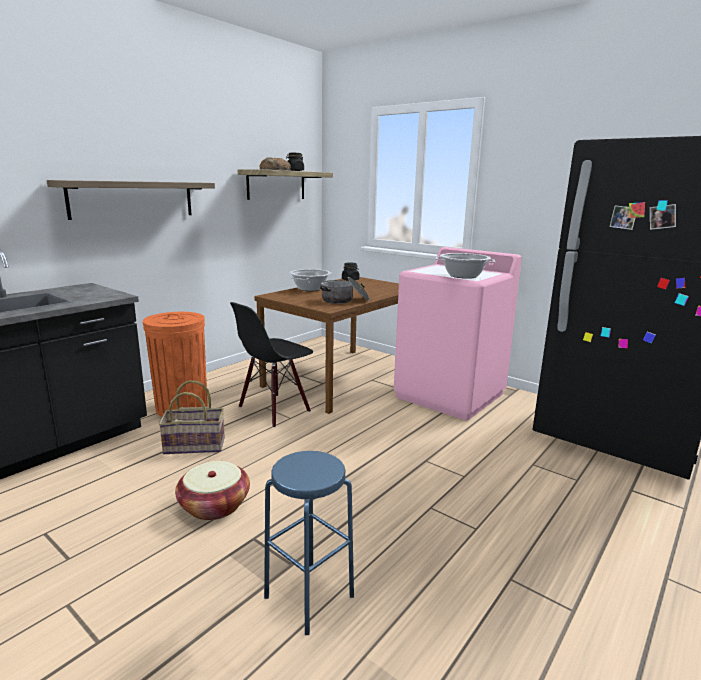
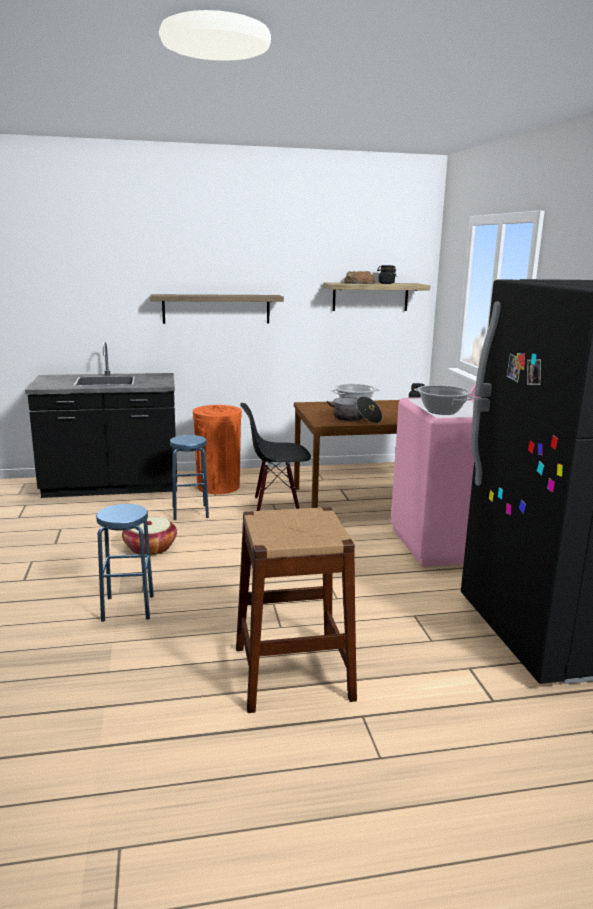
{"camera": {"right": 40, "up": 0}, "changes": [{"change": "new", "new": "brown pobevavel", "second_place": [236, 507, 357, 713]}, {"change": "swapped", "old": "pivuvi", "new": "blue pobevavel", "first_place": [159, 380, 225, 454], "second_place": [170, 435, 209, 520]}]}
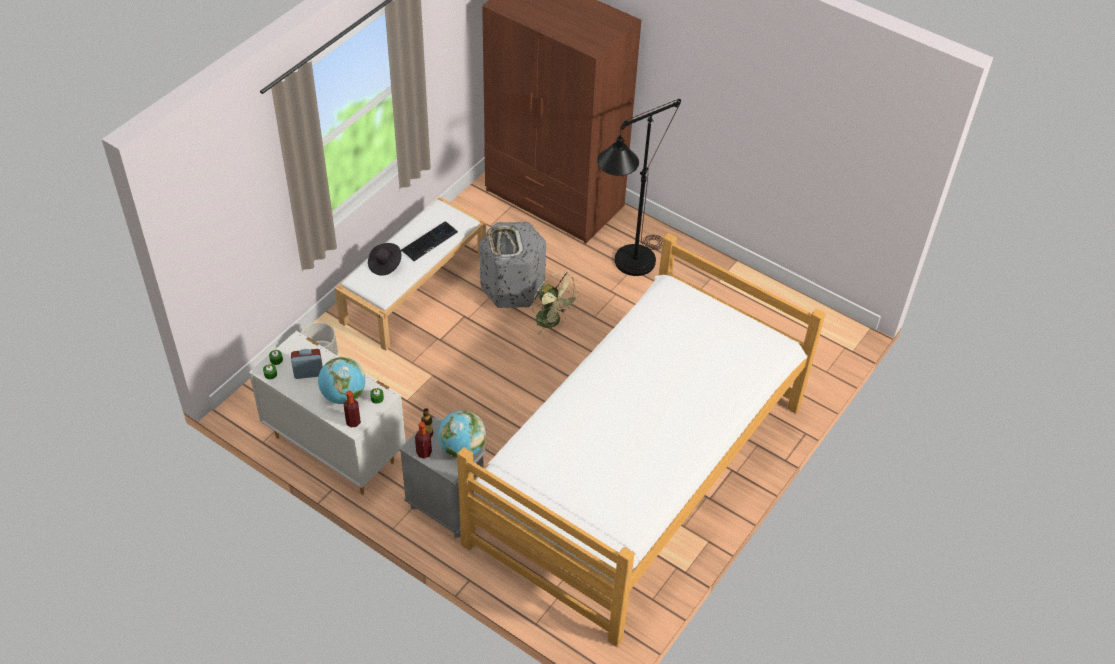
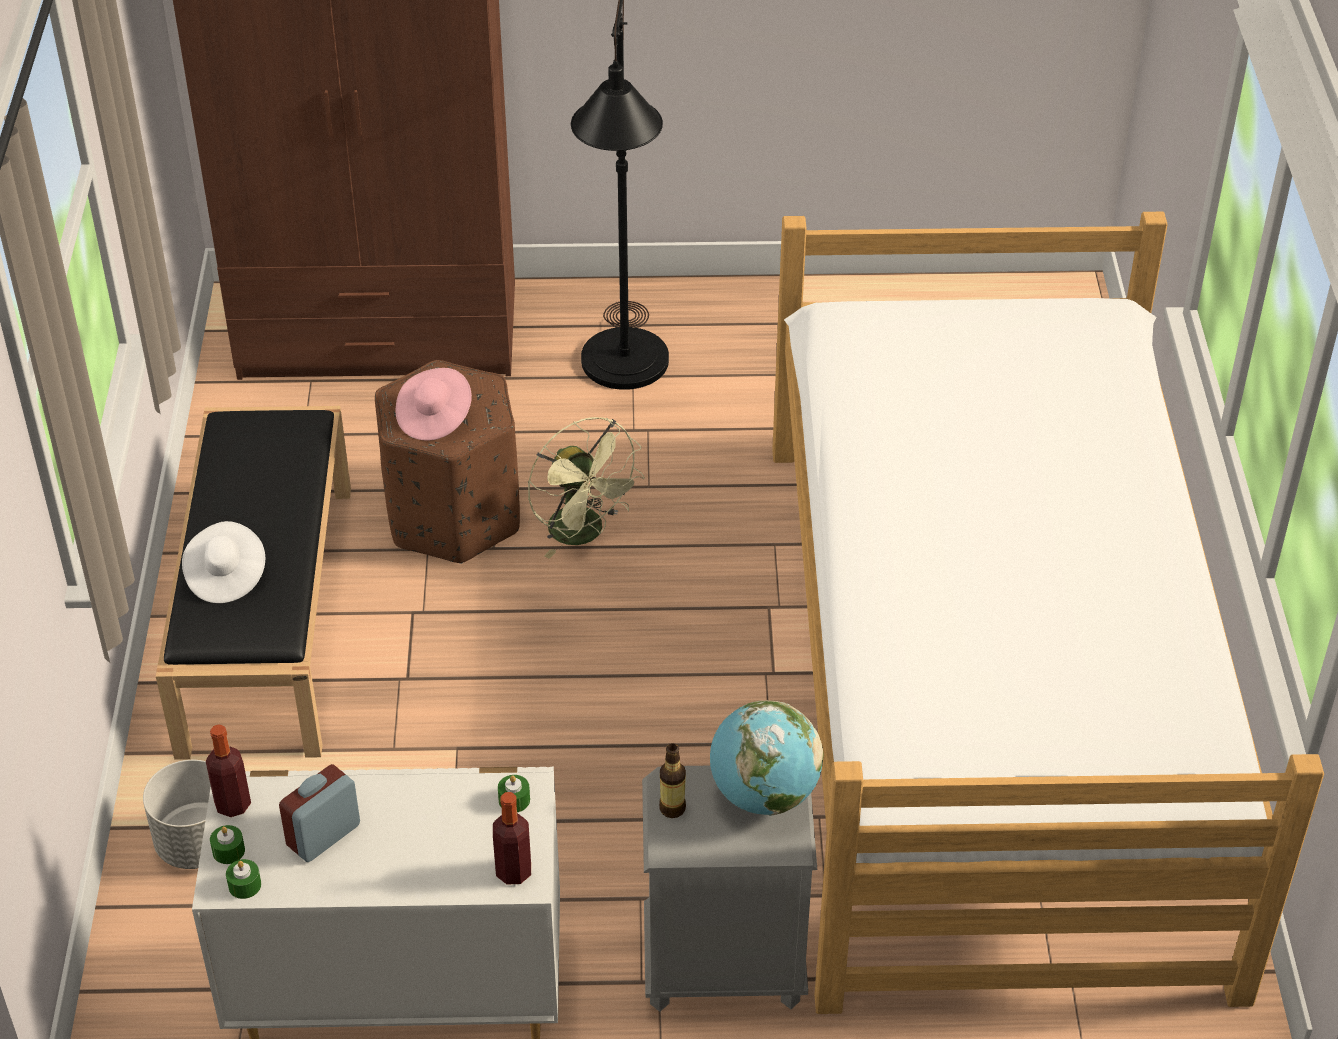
{"camera": {"right": -35, "up": -5}, "changes": [{"change": "gone", "old": "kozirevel", "first_place": [318, 357, 365, 404]}, {"change": "gone", "old": "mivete", "first_place": [401, 221, 458, 261]}, {"change": "shifted", "old": "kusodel", "first_place": [415, 422, 432, 459], "second_place": [206, 724, 251, 817]}, {"change": "swapped", "old": "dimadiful", "new": "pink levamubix", "first_place": [486, 225, 524, 260], "second_place": [396, 368, 472, 441]}, {"change": "repainted", "old": "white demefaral", "new": "black demefaral", "first_place": [335, 197, 486, 351], "second_place": [156, 406, 351, 760]}, {"change": "repainted", "old": "black levamubix", "new": "white levamubix", "first_place": [368, 243, 401, 276], "second_place": [182, 521, 265, 603]}, {"change": "repainted", "old": "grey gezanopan", "new": "brown gezanopan", "first_place": [480, 222, 546, 308], "second_place": [375, 360, 520, 564]}, {"change": "rotated", "old": "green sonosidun", "first_place": [533, 272, 581, 335], "second_place": [528, 417, 645, 559], "degrees": 45}]}
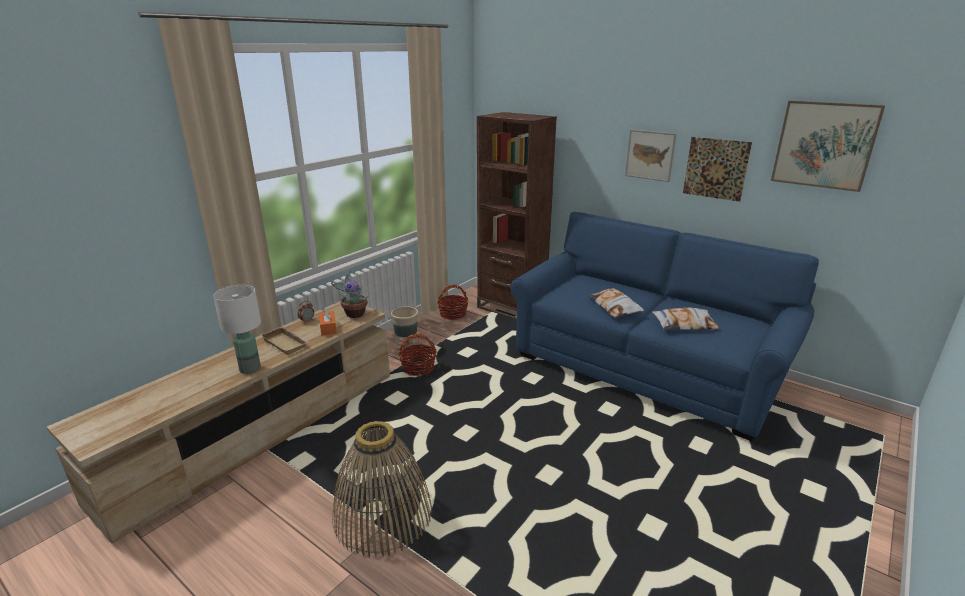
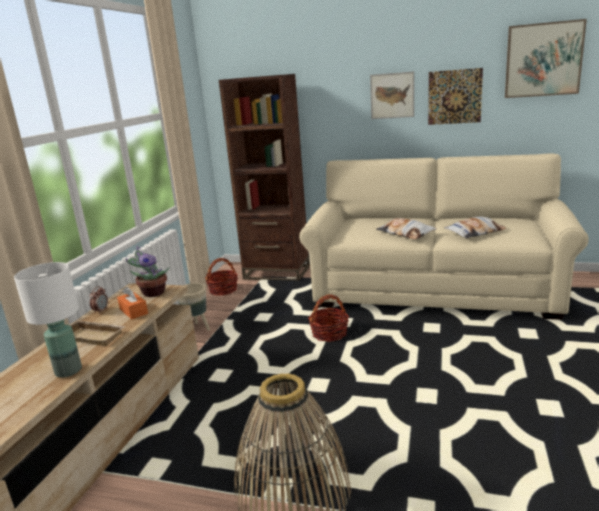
{"camera": {"right": -20, "up": -5}, "changes": [{"change": "shifted", "old": "pivuvi", "first_place": [398, 334, 437, 376], "second_place": [308, 294, 349, 342]}, {"change": "repainted", "old": "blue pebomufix", "new": "beige pebomufix", "first_place": [510, 212, 819, 441], "second_place": [299, 153, 589, 320]}]}
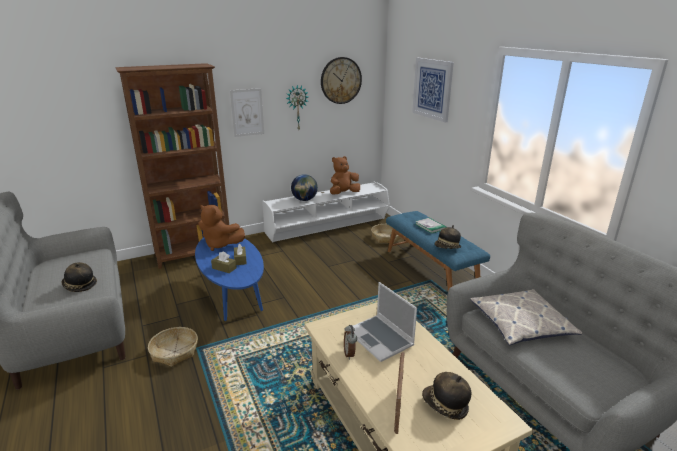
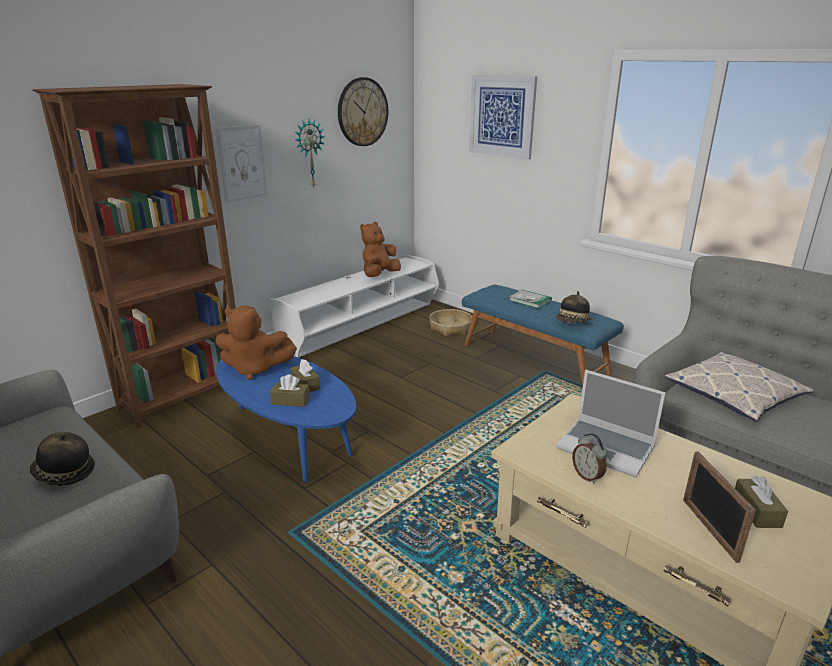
{"camera": {"right": -20, "up": 0}, "changes": [{"change": "gone", "old": "pivuvi", "first_place": [148, 327, 198, 367]}, {"change": "gone", "old": "kozirevel", "first_place": [291, 174, 318, 201]}, {"change": "swapped", "old": "levamubix", "new": "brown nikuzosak", "first_place": [422, 372, 471, 420], "second_place": [735, 476, 788, 528]}]}
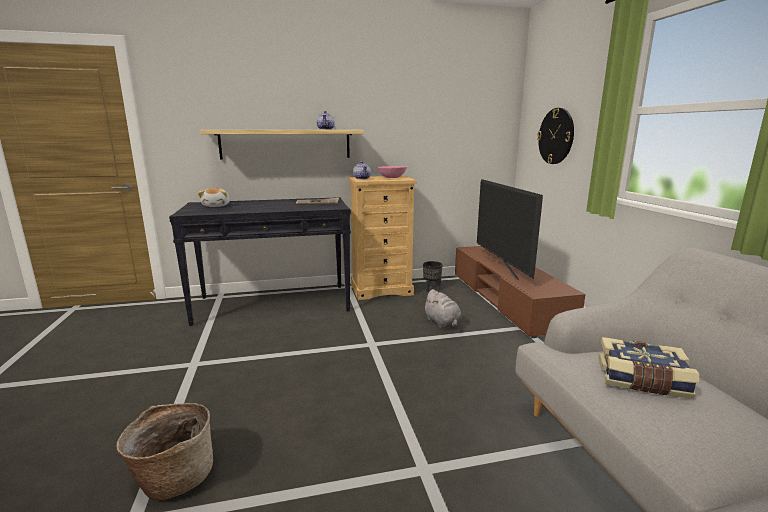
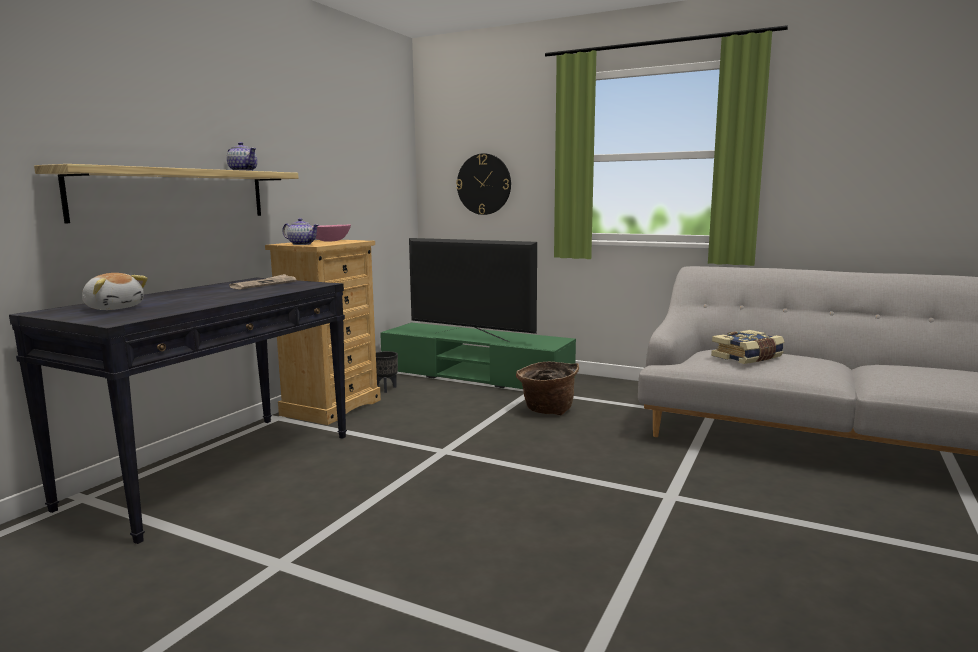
{"camera": {"right": -50, "up": -5}, "changes": [{"change": "gone", "old": "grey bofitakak", "first_place": [423, 289, 462, 328]}, {"change": "shifted", "old": "pivuvi", "first_place": [116, 403, 213, 501], "second_place": [516, 361, 579, 416]}, {"change": "repainted", "old": "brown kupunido", "new": "green kupunido", "first_place": [455, 246, 586, 338], "second_place": [380, 323, 576, 389]}]}
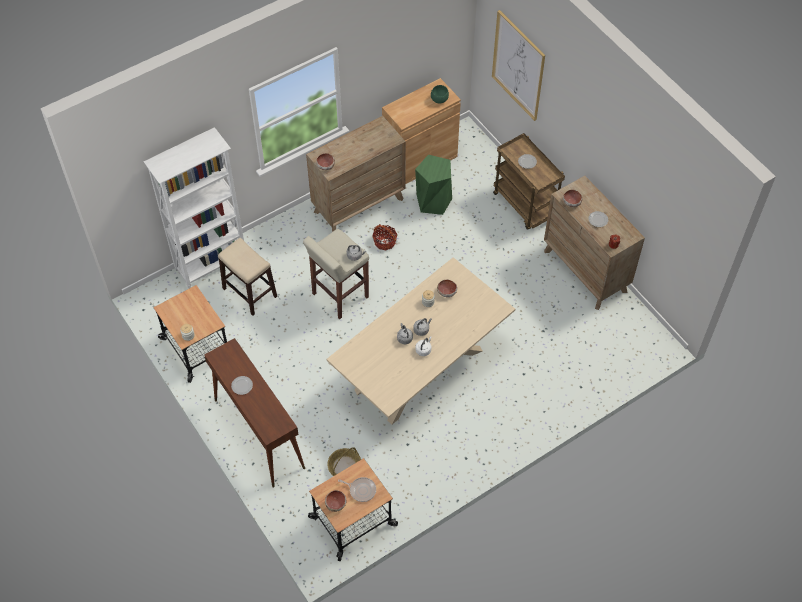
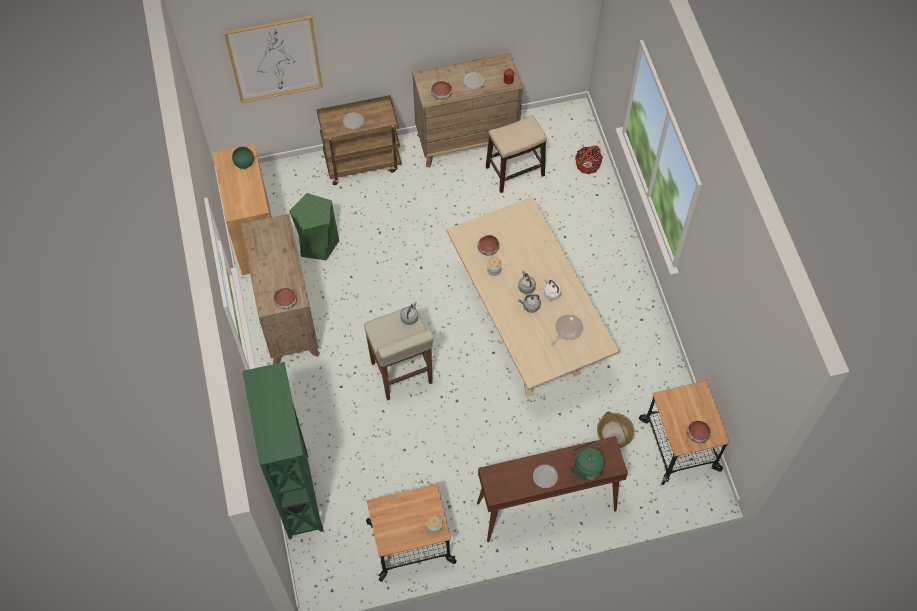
{"camera": {"right": -70, "up": 5}, "changes": [{"change": "new", "new": "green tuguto", "second_place": [571, 441, 605, 480]}, {"change": "shifted", "old": "pobevavel", "first_place": [218, 238, 277, 316], "second_place": [486, 115, 547, 193]}, {"change": "shifted", "old": "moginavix", "first_place": [338, 477, 376, 502], "second_place": [551, 315, 583, 346]}, {"change": "shifted", "old": "pivuvi", "first_place": [372, 224, 398, 250], "second_place": [575, 145, 603, 174]}, {"change": "repainted", "old": "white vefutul", "new": "green vefutul", "first_place": [144, 127, 244, 289], "second_place": [242, 362, 323, 539]}]}
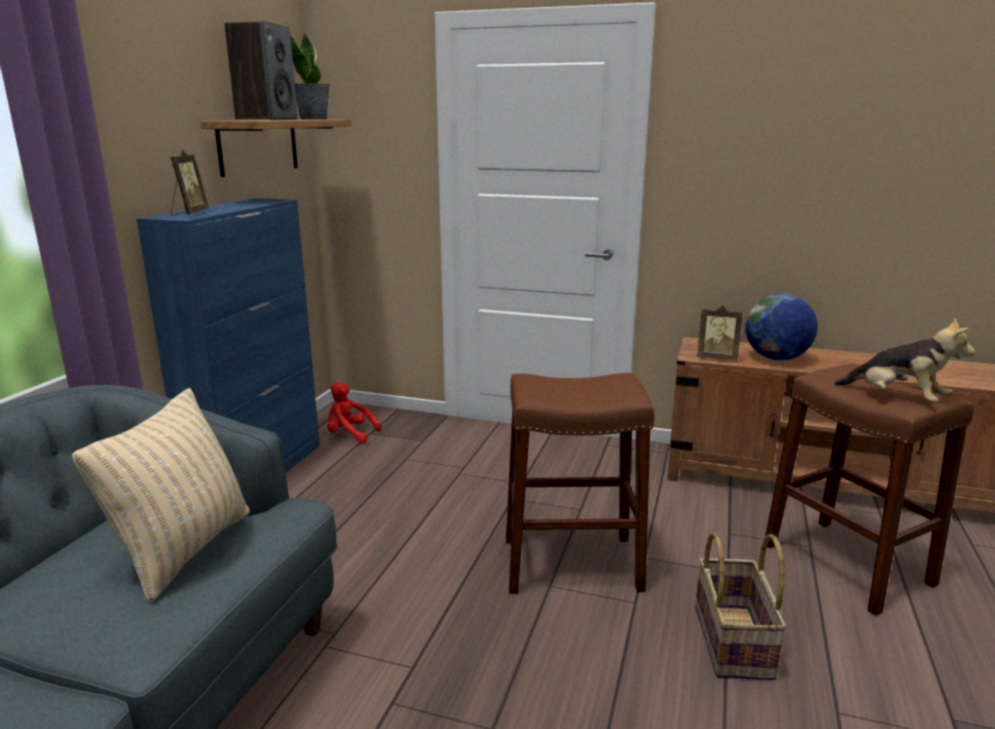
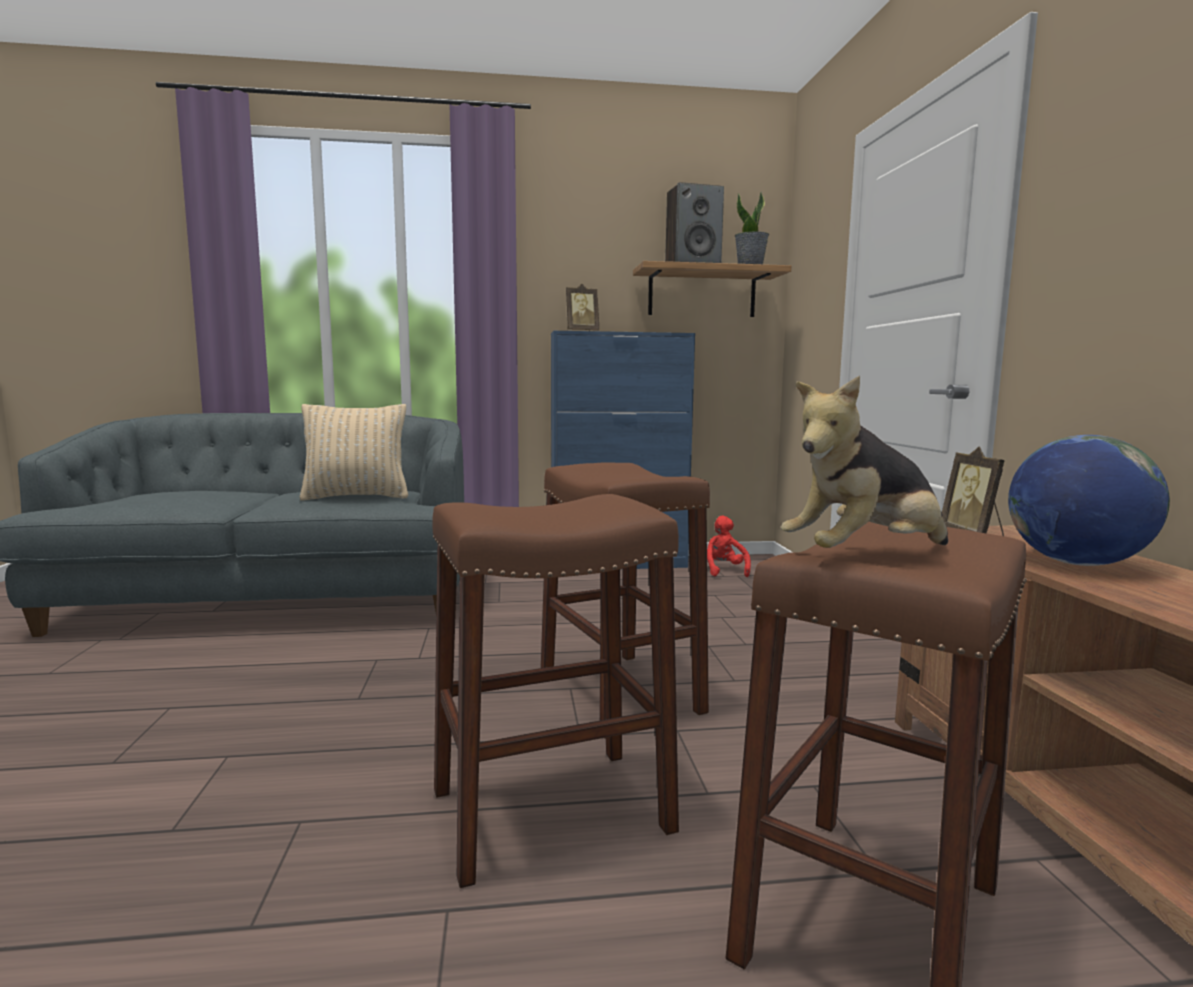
{"camera": {"right": 65, "up": -10}, "changes": [{"change": "swapped", "old": "pivuvi", "new": "brown pobevavel", "first_place": [695, 532, 787, 680], "second_place": [432, 494, 679, 888]}, {"change": "rotated", "old": "bofitakak", "first_place": [834, 318, 975, 402], "second_place": [781, 376, 948, 548], "degrees": 45}]}
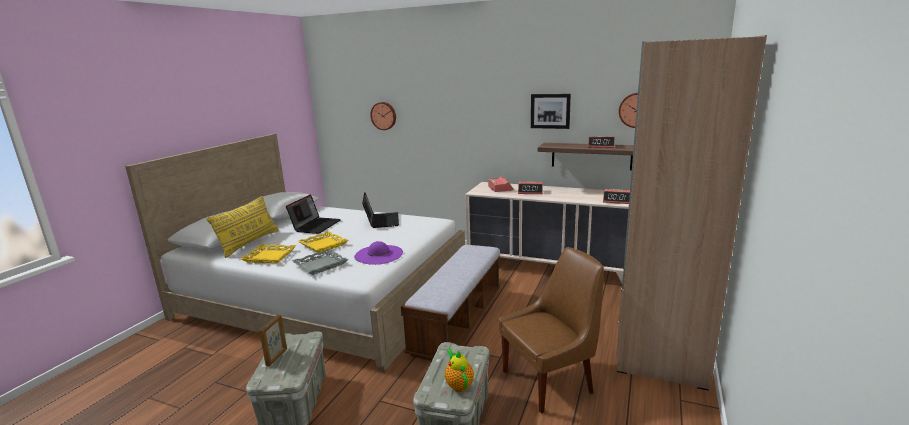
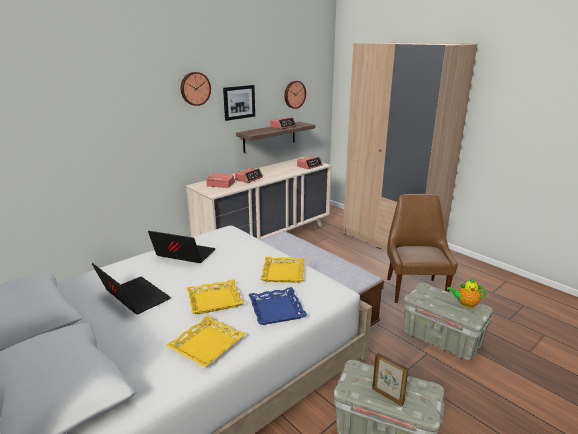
{"camera": {"right": -65, "up": 5}, "changes": [{"change": "gone", "old": "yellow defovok", "first_place": [207, 196, 279, 258]}, {"change": "shifted", "old": "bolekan", "first_place": [370, 102, 396, 130], "second_place": [181, 72, 211, 106]}, {"change": "swapped", "old": "purple levamubix", "new": "yellow dimadiful", "first_place": [354, 241, 403, 265], "second_place": [261, 257, 305, 283]}, {"change": "repainted", "old": "grey dimadiful", "new": "blue dimadiful", "first_place": [292, 249, 348, 275], "second_place": [249, 287, 307, 325]}]}
